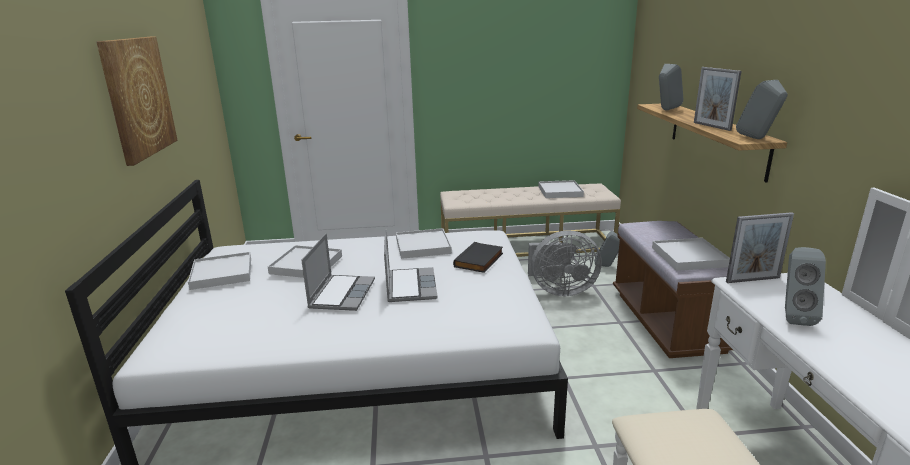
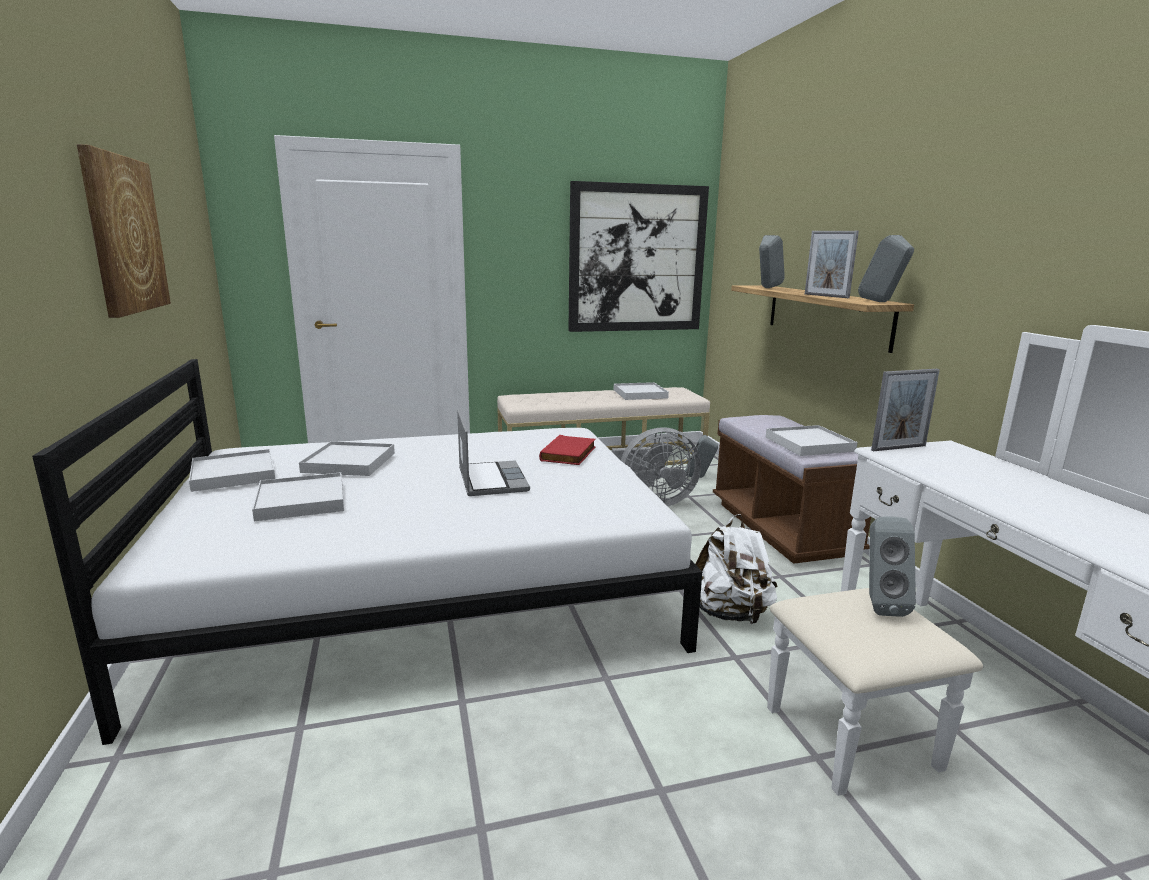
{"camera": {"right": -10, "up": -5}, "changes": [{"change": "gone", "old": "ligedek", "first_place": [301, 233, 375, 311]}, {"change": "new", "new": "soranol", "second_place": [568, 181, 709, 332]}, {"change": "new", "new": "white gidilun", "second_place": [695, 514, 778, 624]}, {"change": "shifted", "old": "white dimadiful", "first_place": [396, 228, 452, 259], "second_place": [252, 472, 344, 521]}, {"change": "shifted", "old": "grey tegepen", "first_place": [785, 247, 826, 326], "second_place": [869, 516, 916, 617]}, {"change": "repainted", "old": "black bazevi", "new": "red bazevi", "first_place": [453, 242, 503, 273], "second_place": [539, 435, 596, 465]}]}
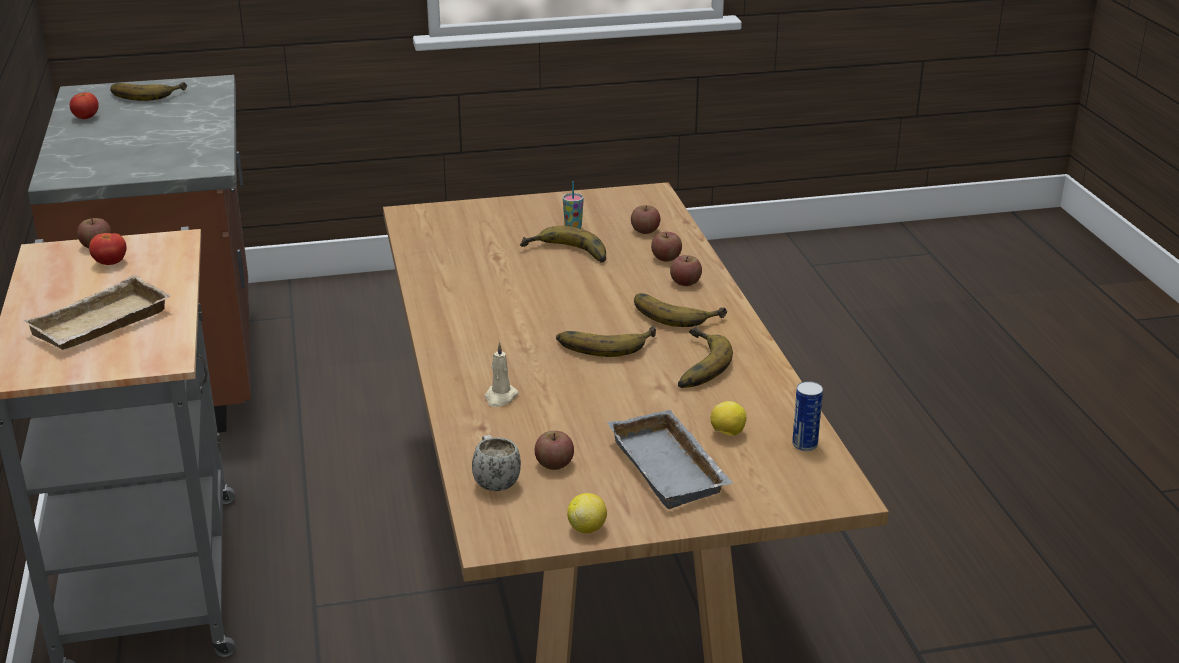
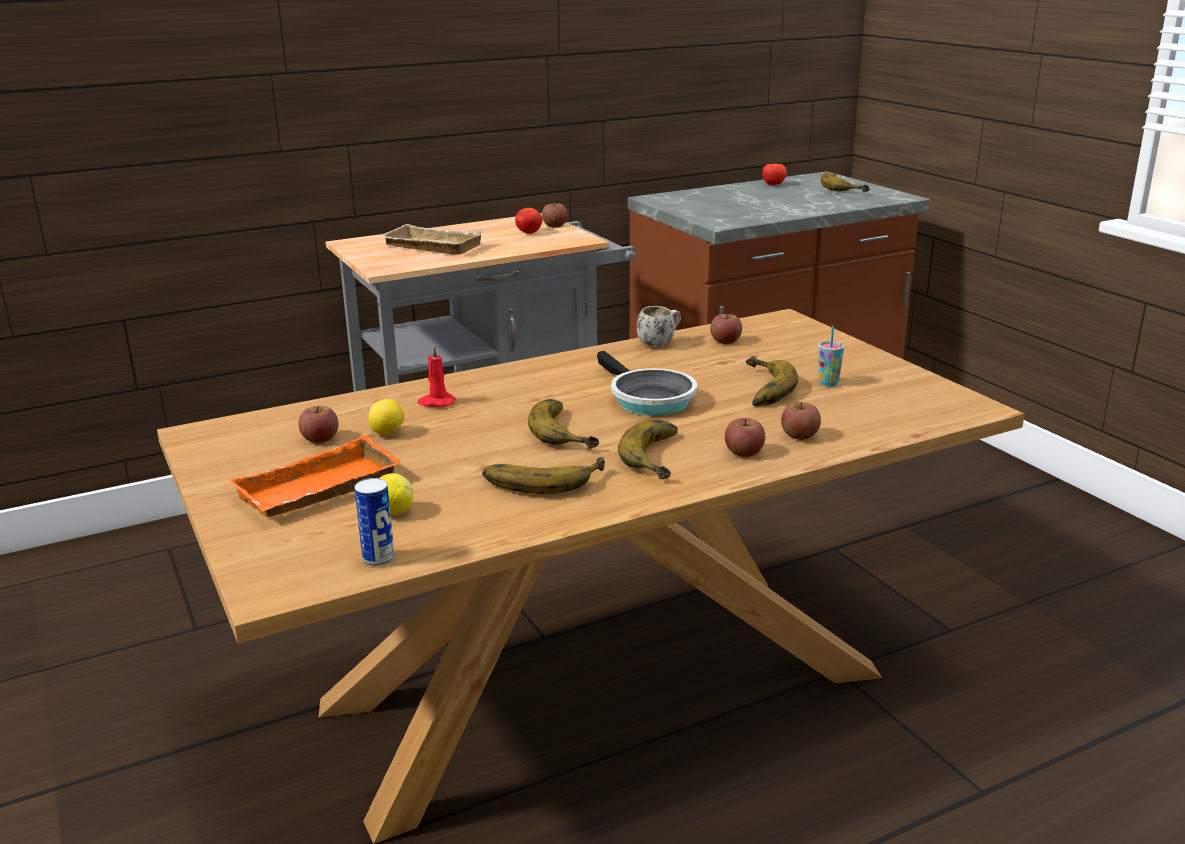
{"camera": {"right": 75, "up": -5}, "changes": [{"change": "new", "new": "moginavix", "second_place": [597, 351, 697, 416]}, {"change": "shifted", "old": "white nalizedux", "first_place": [472, 435, 521, 491], "second_place": [637, 306, 681, 347]}, {"change": "shifted", "old": "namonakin", "first_place": [567, 493, 607, 533], "second_place": [369, 399, 404, 435]}, {"change": "shifted", "old": "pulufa", "first_place": [631, 205, 660, 234], "second_place": [710, 314, 742, 344]}, {"change": "repainted", "old": "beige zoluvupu", "new": "red zoluvupu", "first_place": [485, 342, 519, 407], "second_place": [418, 344, 456, 407]}, {"change": "repainted", "old": "grey dimadiful", "new": "orange dimadiful", "first_place": [607, 410, 733, 509], "second_place": [230, 435, 402, 518]}]}
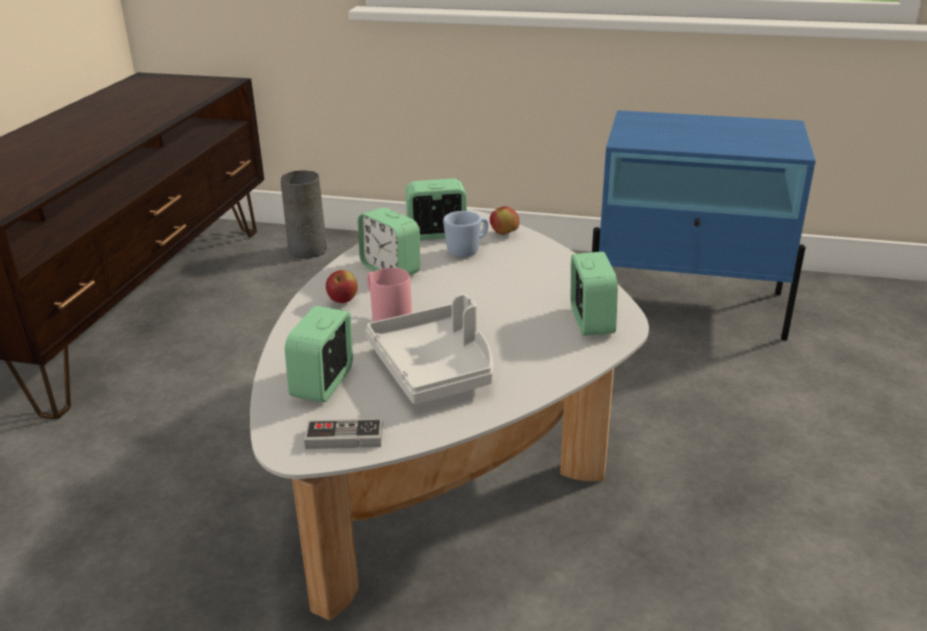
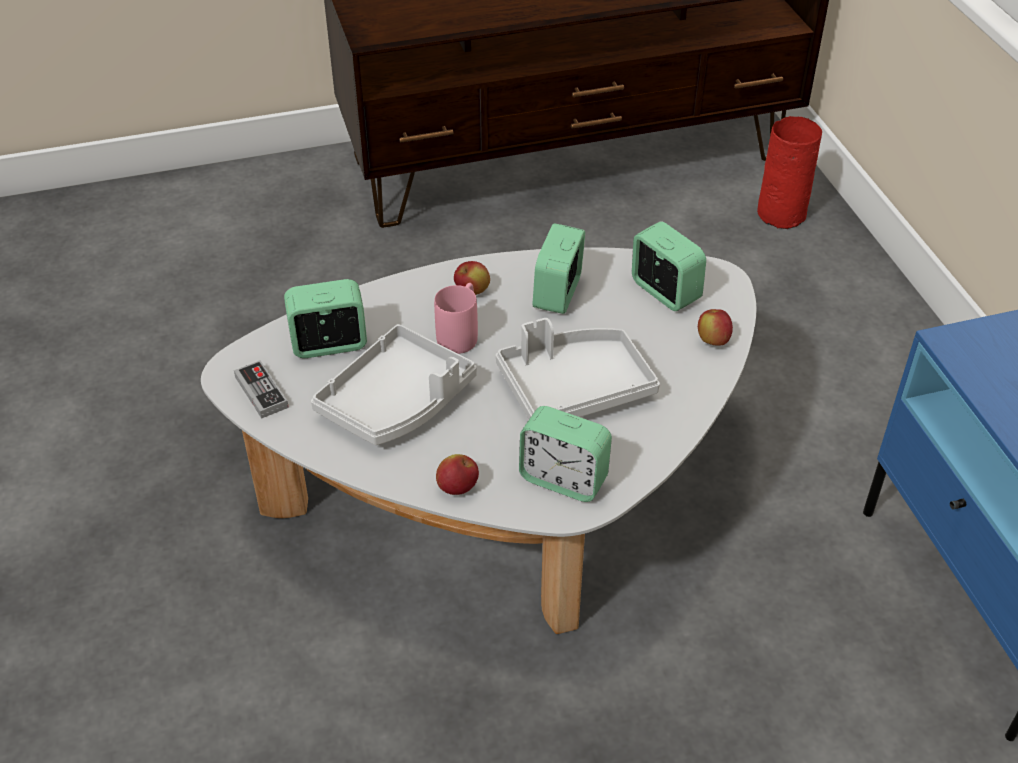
{"camera": {"right": 60, "up": 15}, "changes": [{"change": "gone", "old": "blue nalizedux", "first_place": [443, 211, 489, 257]}, {"change": "new", "new": "pulufa", "second_place": [436, 454, 479, 495]}, {"change": "new", "new": "grey dimadiful", "second_place": [496, 318, 660, 419]}, {"change": "repainted", "old": "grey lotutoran", "new": "red lotutoran", "first_place": [281, 170, 327, 259], "second_place": [757, 116, 822, 229]}, {"change": "rotated", "old": "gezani", "first_place": [571, 252, 618, 336], "second_place": [519, 406, 612, 502], "degrees": 60}]}
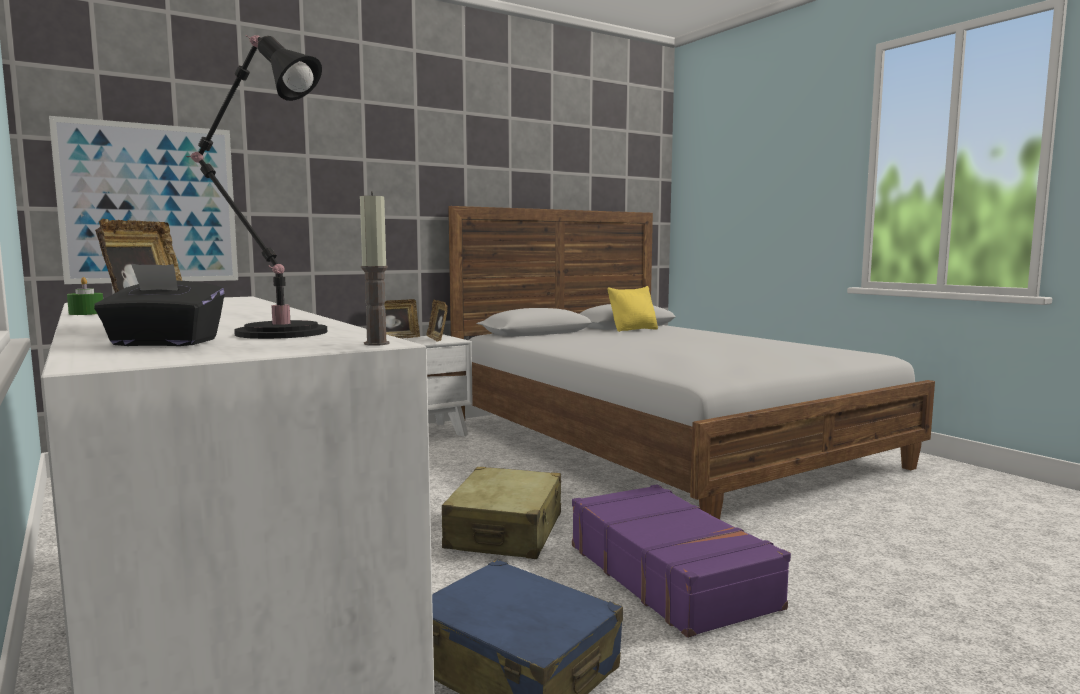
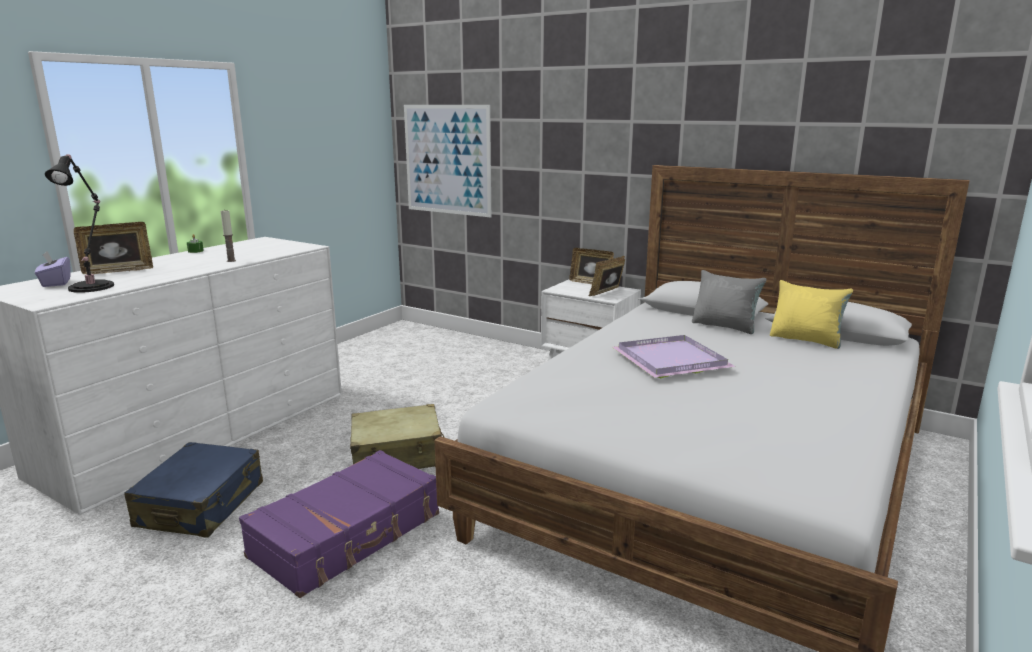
{"camera": {"right": 65, "up": 10}, "changes": [{"change": "new", "new": "purple dimadiful", "second_place": [612, 335, 736, 378]}, {"change": "new", "new": "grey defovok", "second_place": [692, 270, 767, 334]}, {"change": "shifted", "old": "zoluvupu", "first_place": [360, 191, 390, 346], "second_place": [221, 209, 236, 262]}, {"change": "repainted", "old": "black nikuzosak", "new": "purple nikuzosak", "first_place": [94, 264, 225, 346], "second_place": [35, 251, 71, 287]}]}
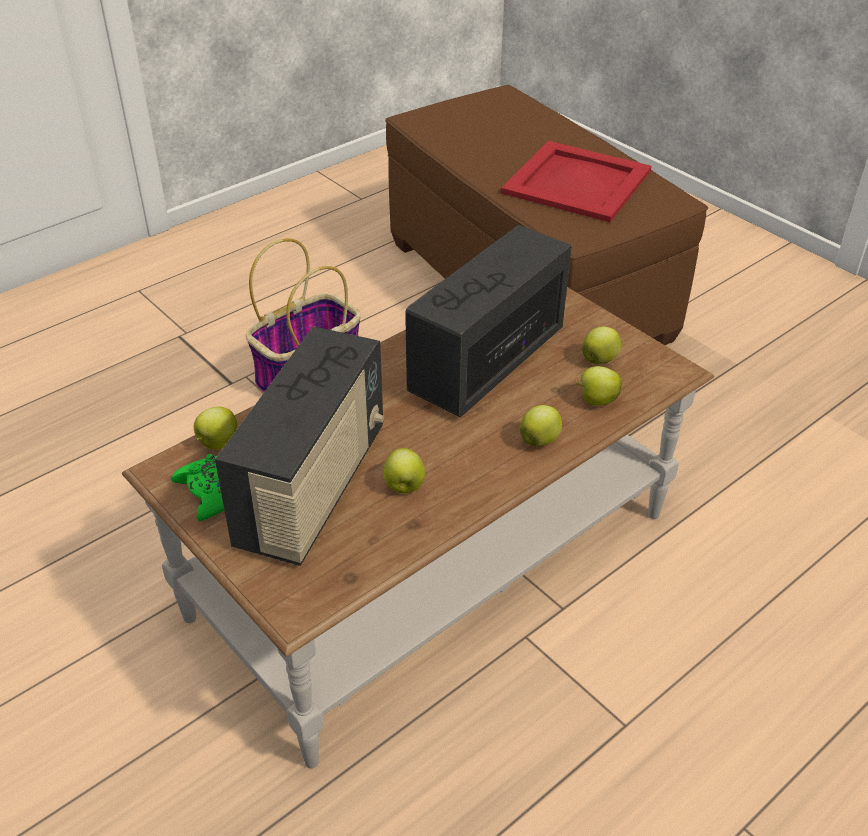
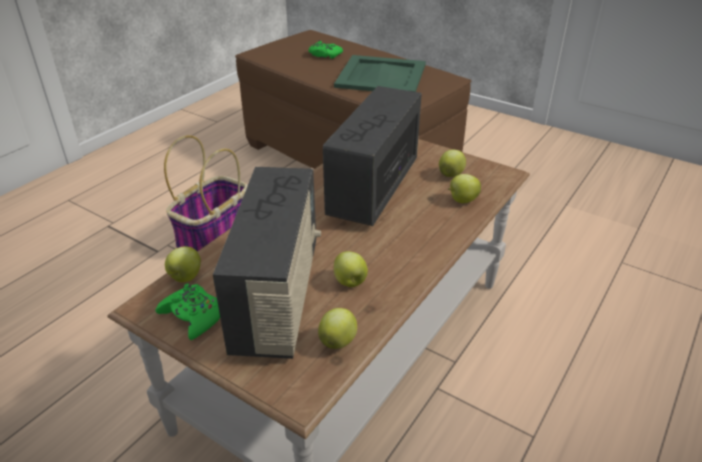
{"camera": {"right": -15, "up": -5}, "changes": [{"change": "new", "new": "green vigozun", "second_place": [308, 40, 343, 59]}, {"change": "shifted", "old": "pulufa", "first_place": [520, 405, 562, 446], "second_place": [318, 308, 357, 349]}, {"change": "repainted", "old": "red dimadiful", "new": "green dimadiful", "first_place": [501, 141, 652, 222], "second_place": [334, 55, 426, 92]}]}
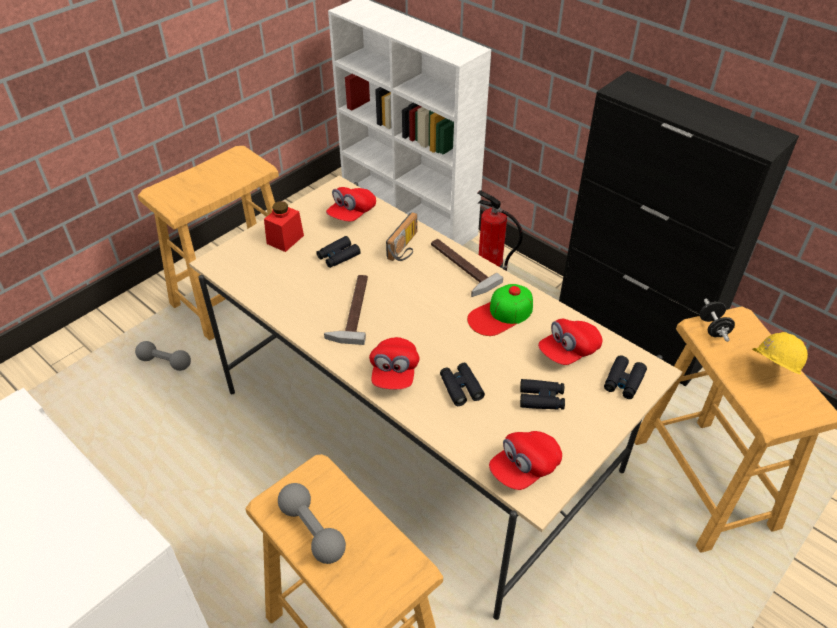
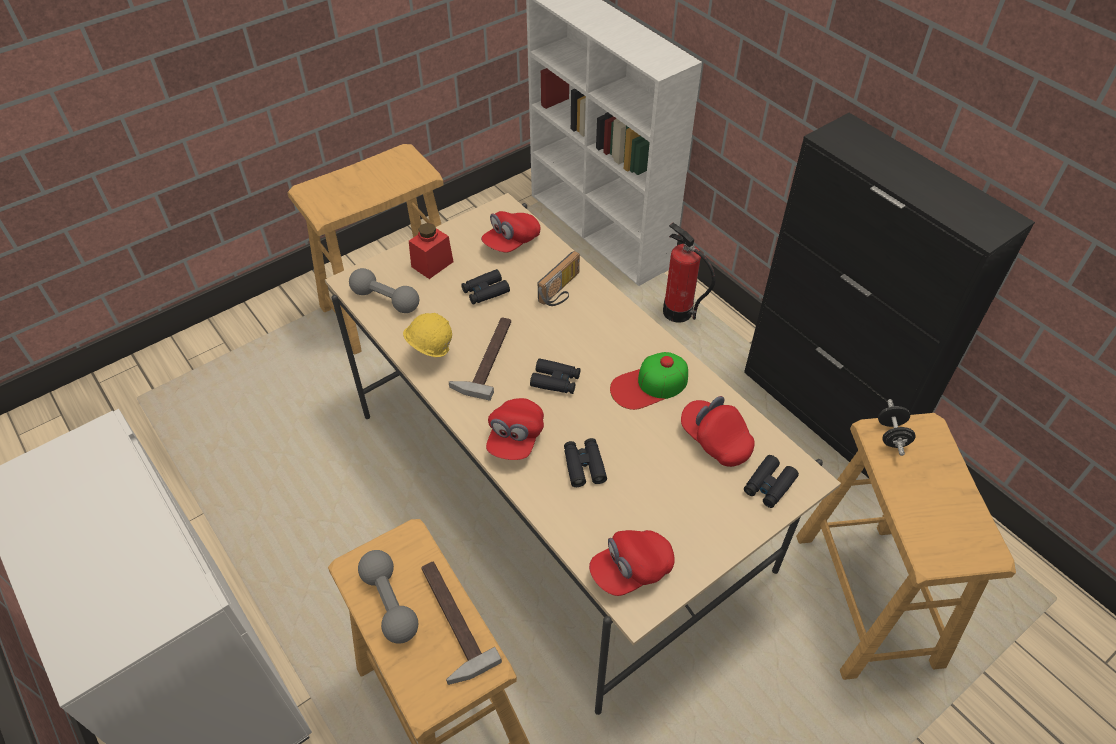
{"camera": {"right": 10, "up": 5}, "changes": [{"change": "shifted", "old": "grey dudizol", "first_place": [135, 341, 191, 371], "second_place": [349, 268, 419, 313]}, {"change": "shifted", "old": "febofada", "first_place": [431, 239, 503, 297], "second_place": [421, 562, 502, 685]}, {"change": "shifted", "old": "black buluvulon", "first_place": [520, 379, 565, 410], "second_place": [530, 358, 580, 394]}, {"change": "shifted", "old": "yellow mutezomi", "first_place": [752, 332, 808, 375], "second_place": [403, 313, 452, 357]}, {"change": "rotated", "old": "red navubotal", "first_place": [538, 319, 603, 365], "second_place": [681, 396, 755, 467], "degrees": 75}]}
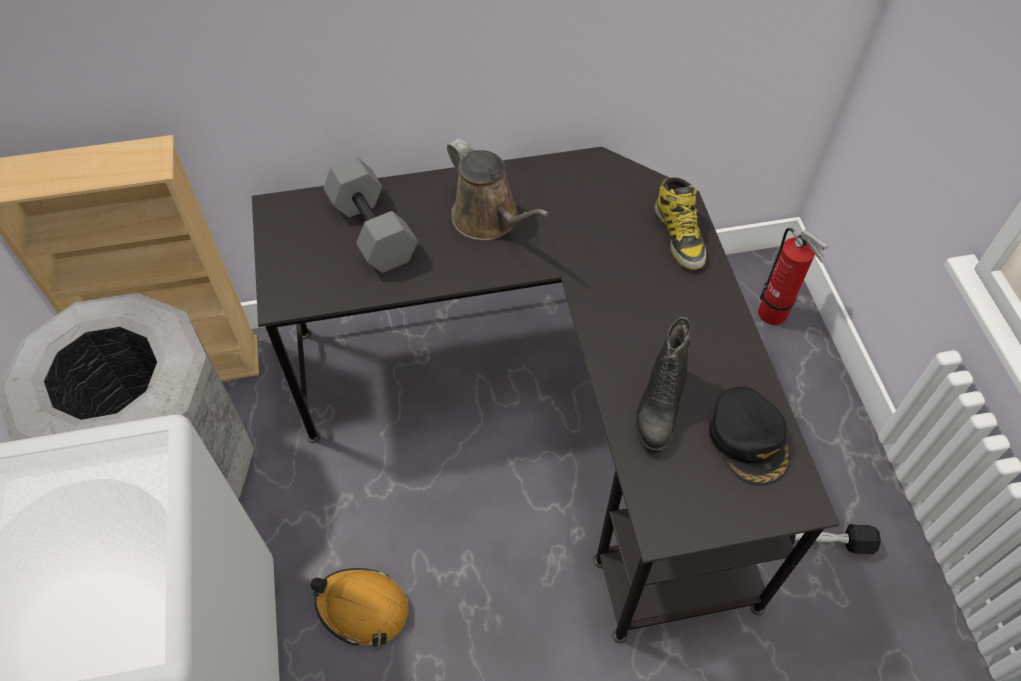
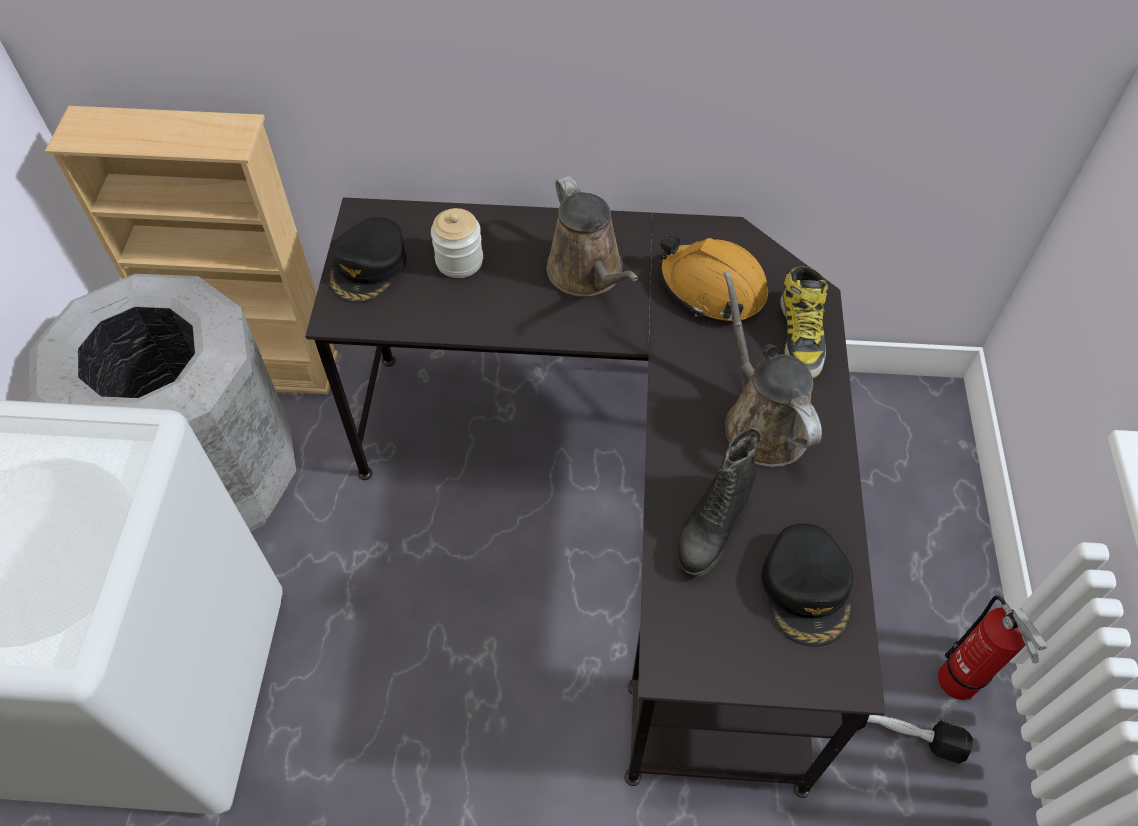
{"camera": {"right": 15, "up": 0}, "changes": [{"change": "new", "new": "black navubotal", "second_place": [328, 217, 407, 303]}, {"change": "new", "new": "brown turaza", "second_place": [723, 271, 822, 467]}, {"change": "shifted", "old": "orange mutezomi", "first_place": [310, 568, 409, 646], "second_place": [659, 236, 768, 321]}, {"change": "shifted", "old": "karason", "first_place": [758, 228, 828, 325], "second_place": [938, 595, 1048, 700]}, {"change": "swapped", "old": "grey dudizol", "new": "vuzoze", "first_place": [323, 157, 418, 273], "second_place": [431, 208, 483, 278]}]}
